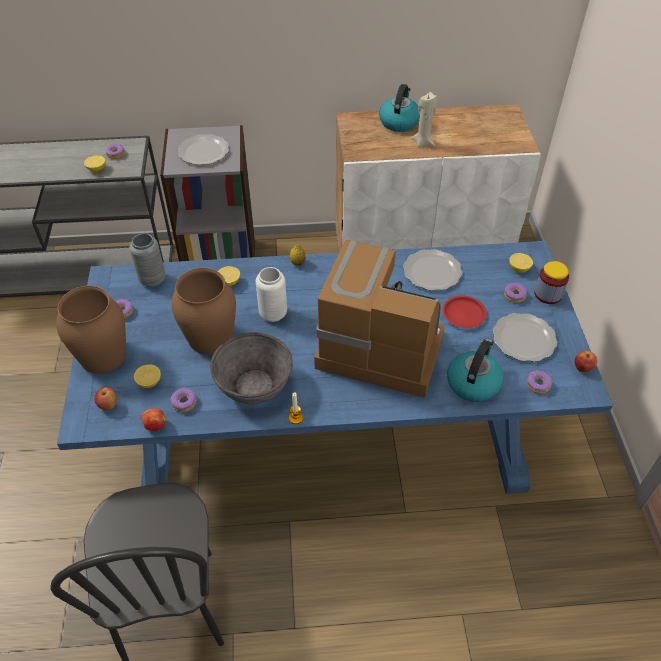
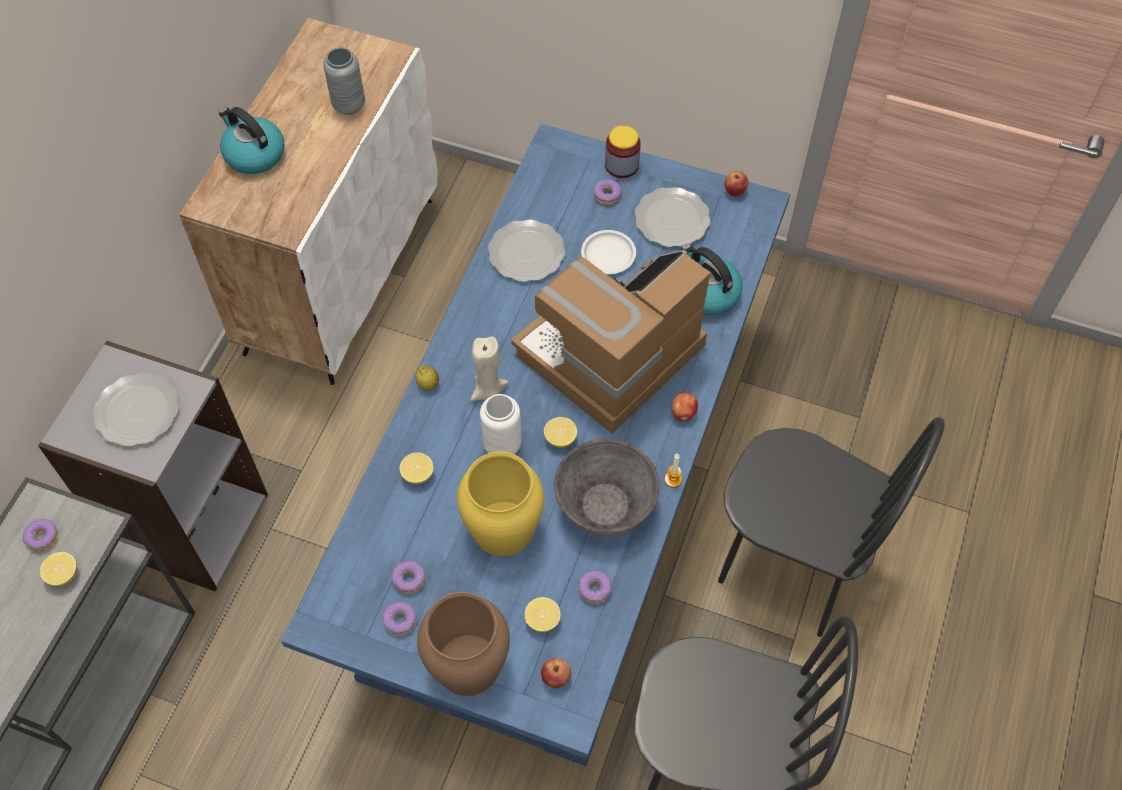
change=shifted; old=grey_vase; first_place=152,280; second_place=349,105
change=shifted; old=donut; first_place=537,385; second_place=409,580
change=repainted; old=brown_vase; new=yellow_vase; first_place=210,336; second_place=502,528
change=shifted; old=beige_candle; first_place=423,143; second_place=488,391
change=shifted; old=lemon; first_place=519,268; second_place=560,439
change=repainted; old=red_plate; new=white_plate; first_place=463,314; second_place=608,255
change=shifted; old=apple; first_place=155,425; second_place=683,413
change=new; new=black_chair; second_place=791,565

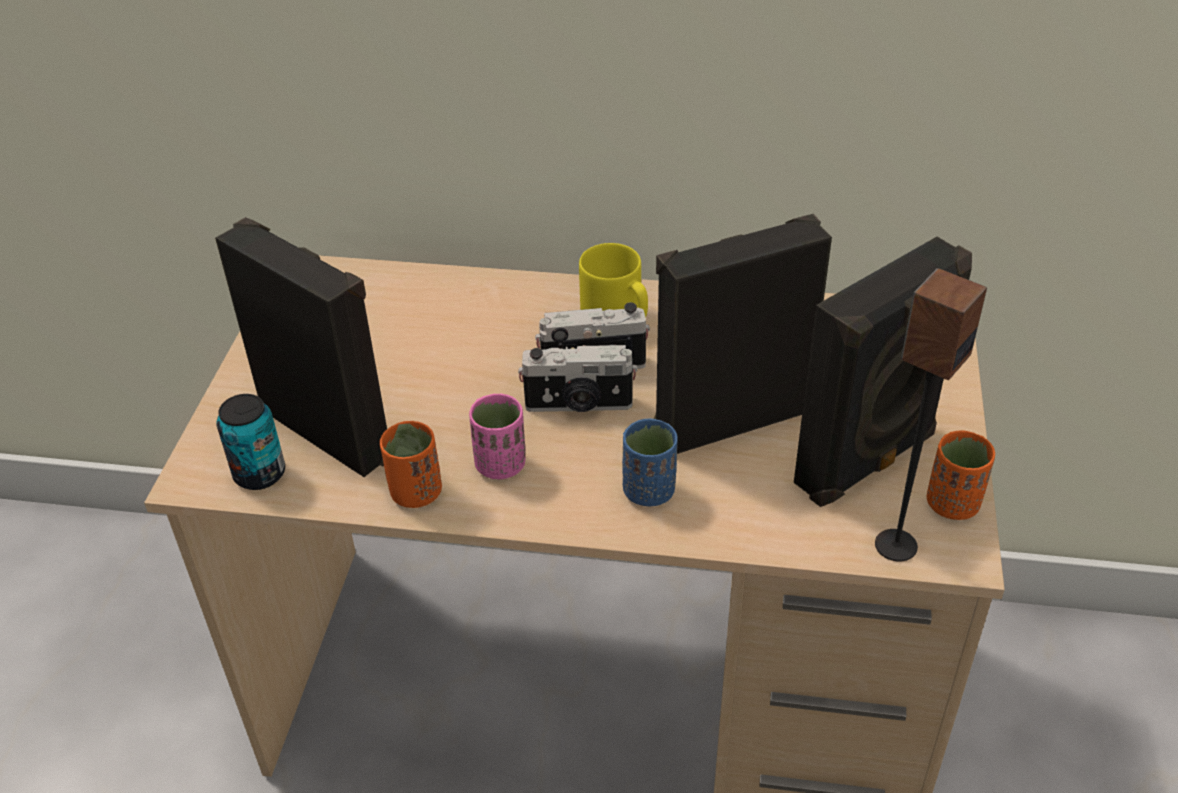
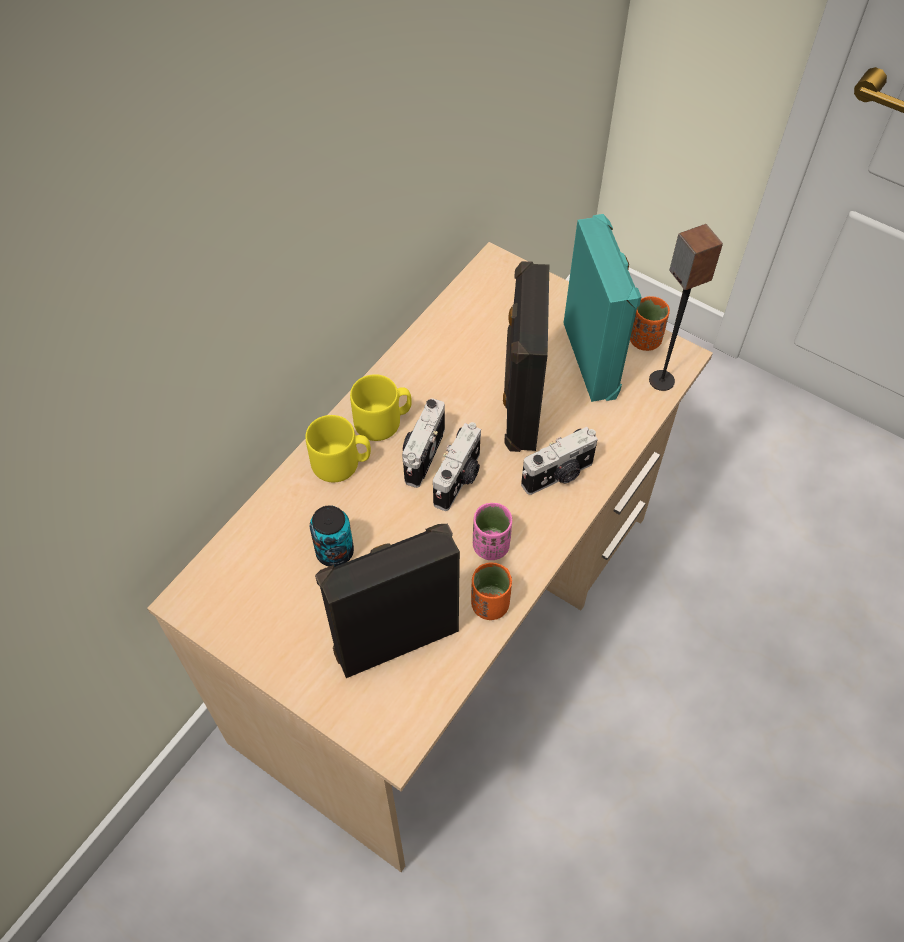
change=new; new=yellow_mug; second_place=341,463
change=shifted; old=can; first_place=259,474; second_place=335,552
change=swapped; old=blue_cup; new=photo_camera; first_place=649,491; second_place=559,475
change=repainted; old=black_speaker; new=turquoise_speaker; first_place=868,461; second_place=593,359

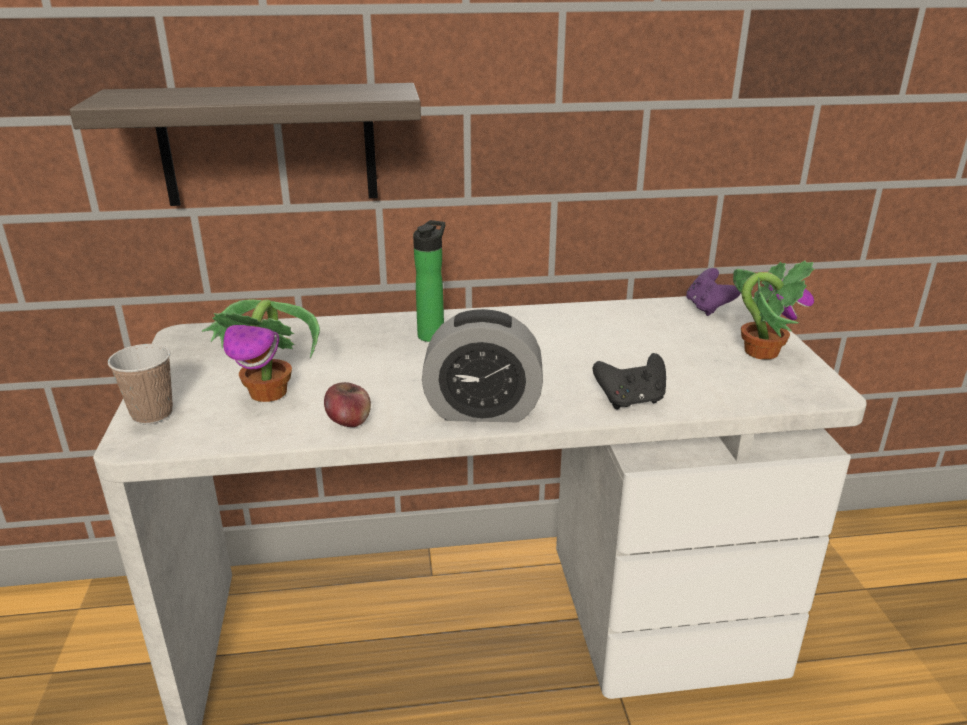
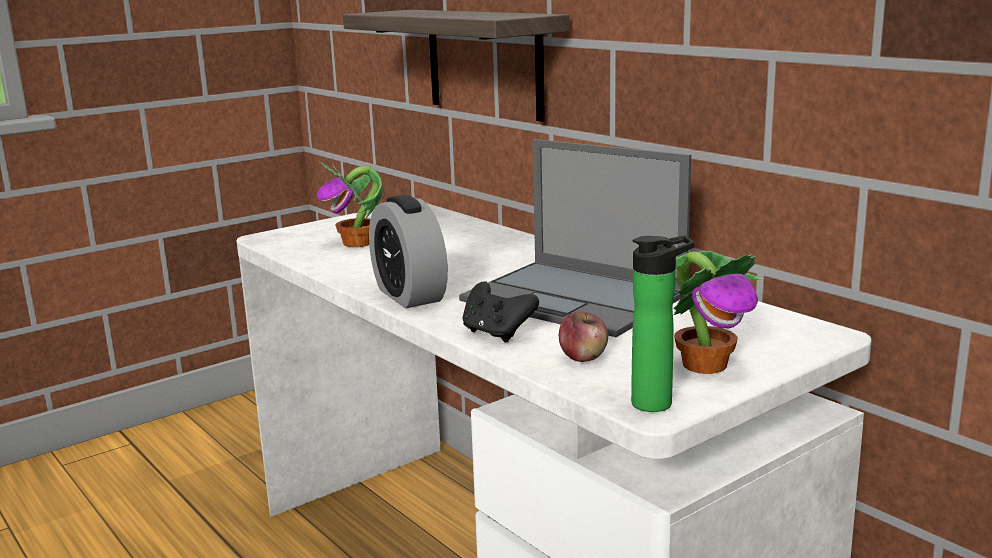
change=new; new=laptop; second_place=576,298
change=shifted; old=apple; first_place=349,421; second_place=583,357
change=shifted; old=bottle; first_place=432,334; second_place=658,403
change=gone; old=cup; first_place=152,414
change=gone; old=purple_game_controller; first_place=708,308

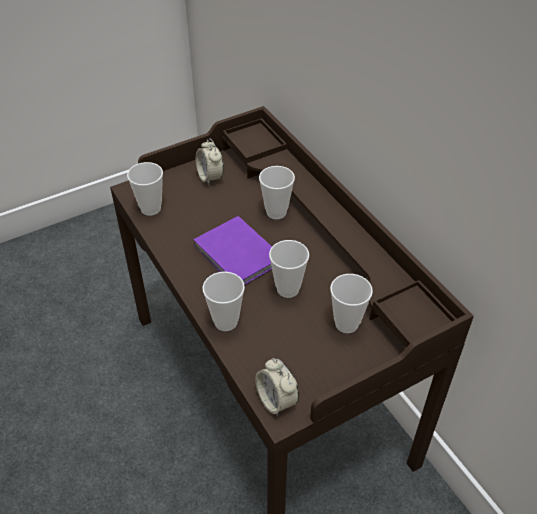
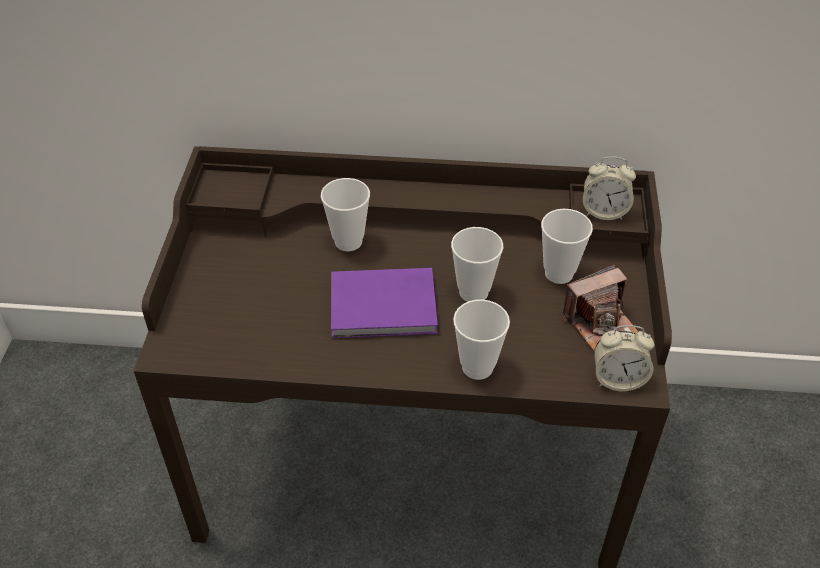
change=new; new=photo_camera; second_place=601,325
change=shifted; old=alarm_clock; first_place=210,177; second_place=604,211
change=gone; old=cup; first_place=150,208

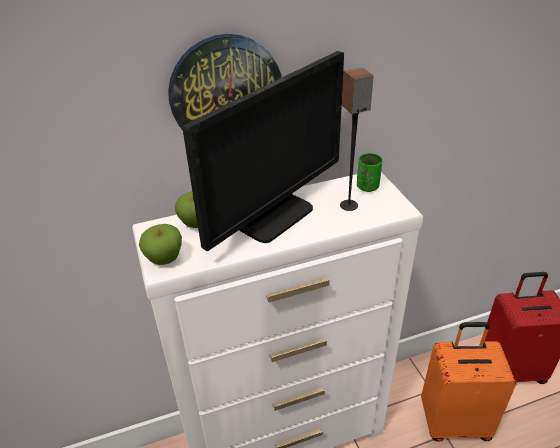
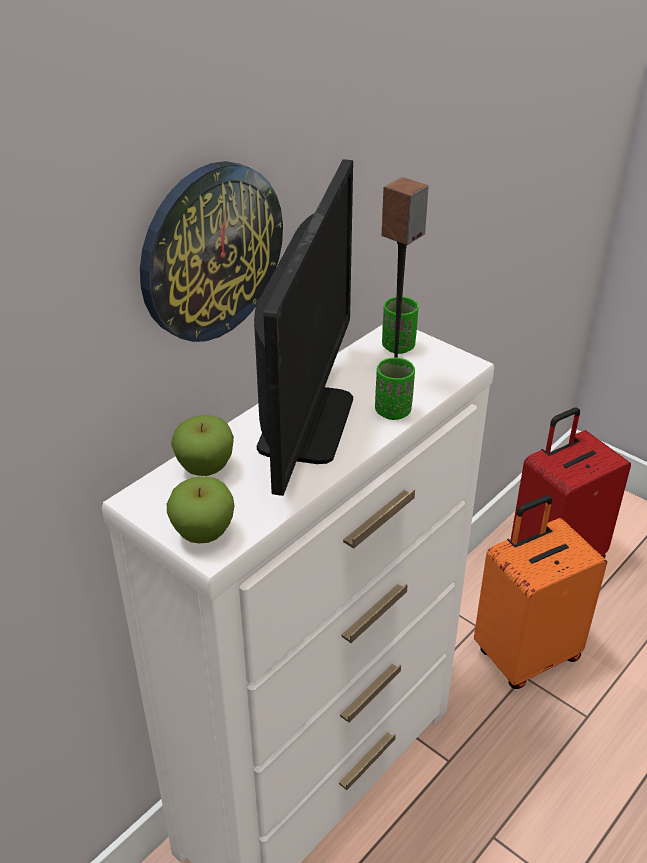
change=new; new=green_cup; second_place=393,411

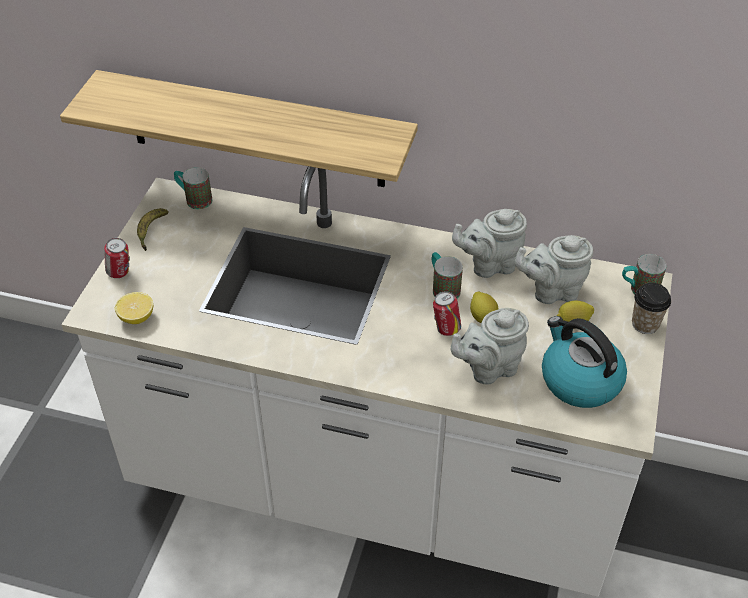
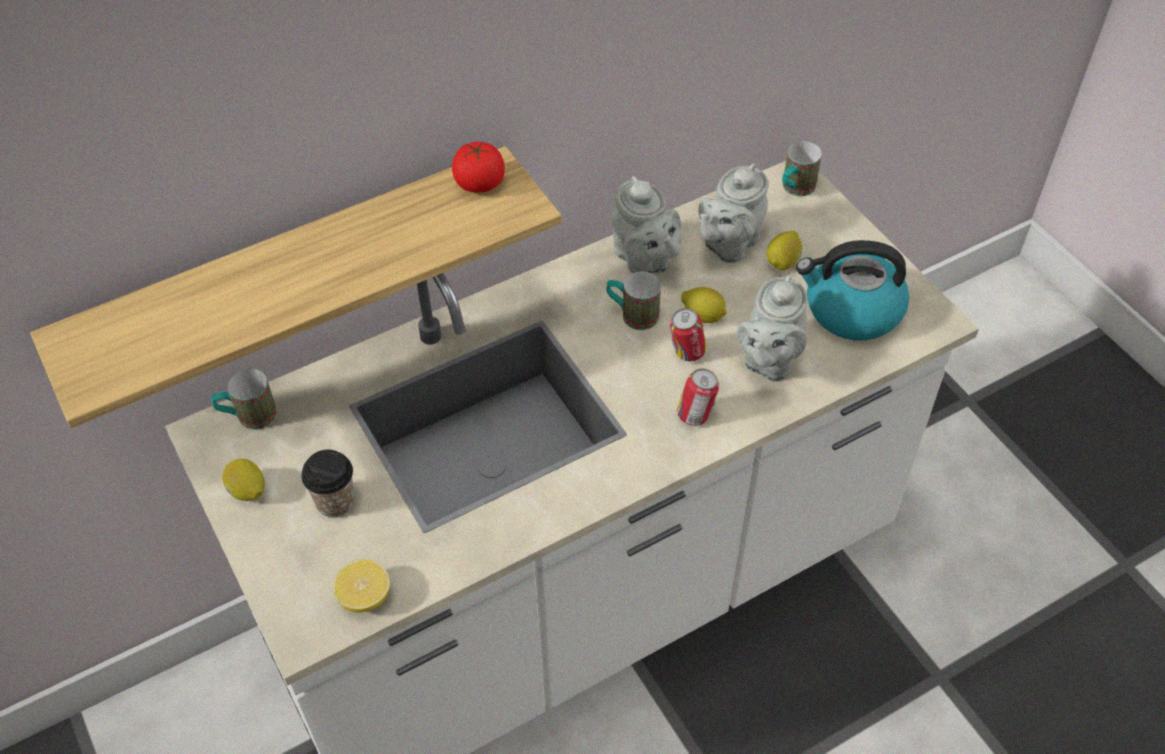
change=swapped; old=banana; new=lemon; first_place=151,232; second_place=247,491
change=shifted; old=cup; first_place=645,324; second_place=335,502
change=new; new=tomato; second_place=479,183
change=rotated; old=grey_teapot; first_place=489,265; second_place=645,260; degrees=-60
change=shifted; old=can; first_place=120,273; second_place=696,415

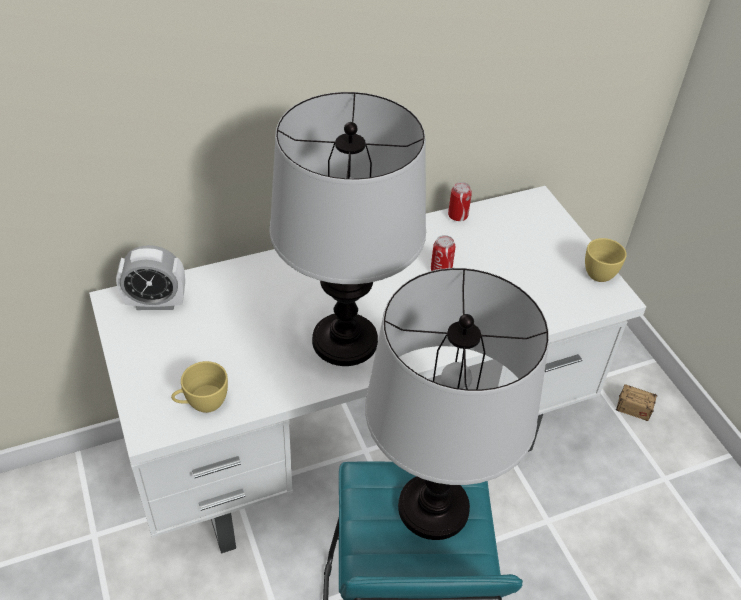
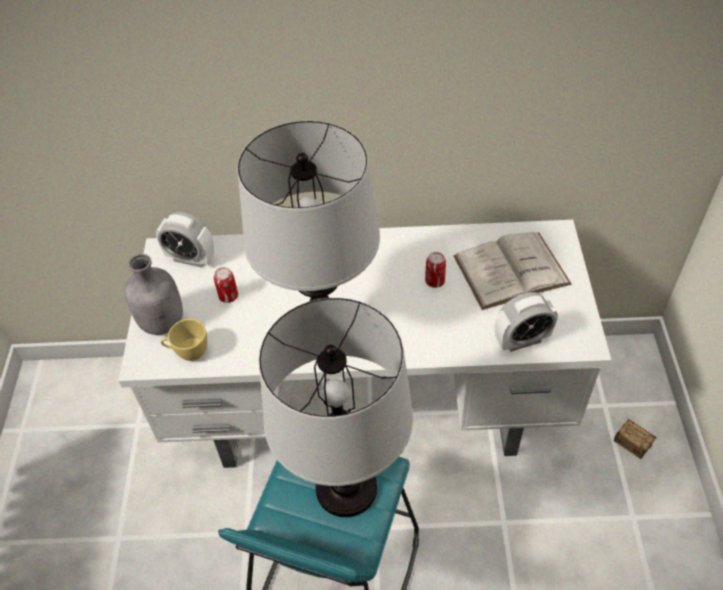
change=new; new=grey_bottle; second_place=163,322
change=shifted; old=can; first_place=457,216; second_place=228,296
change=new; new=white_book; second_place=511,270
change=new; new=alarm_clock; second_place=521,340
change=gone; old=yellow_cup; first_place=599,271

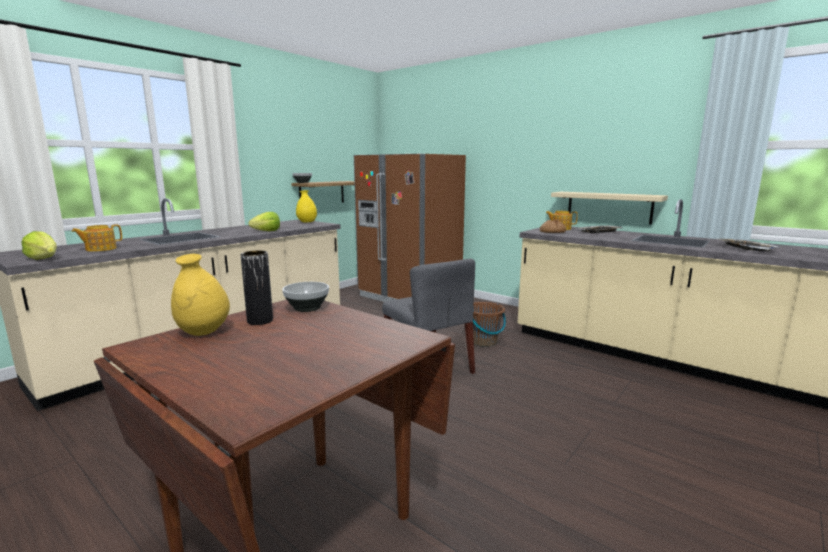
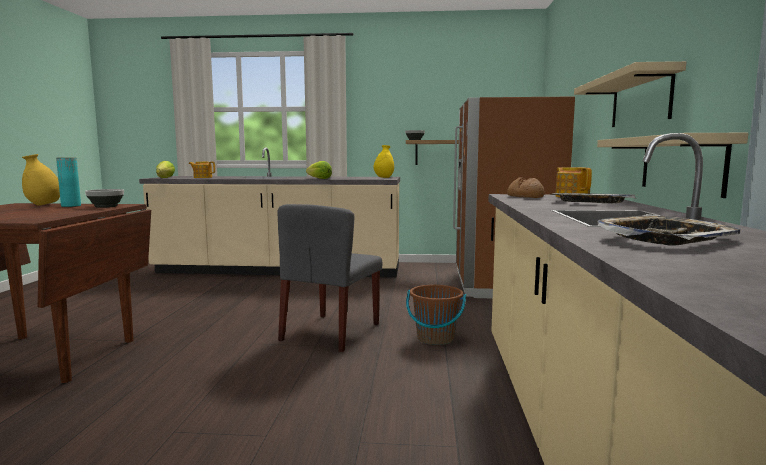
change=repainted; old=black_vase; new=turquoise_vase; first_place=260,321; second_place=71,206
change=new; new=beige_shelf; second_place=640,100

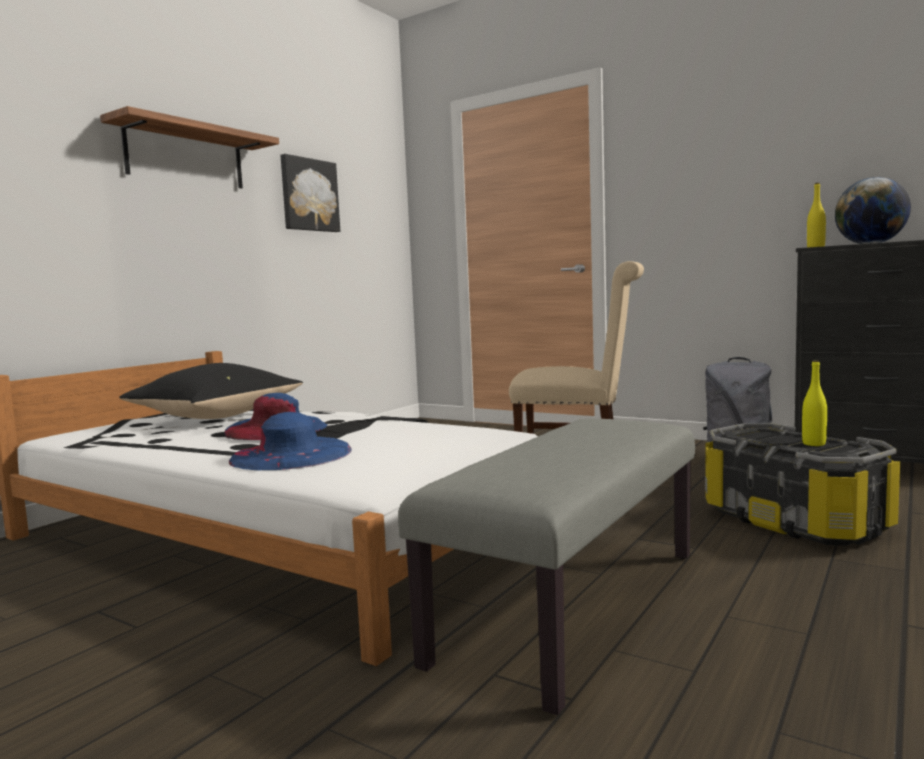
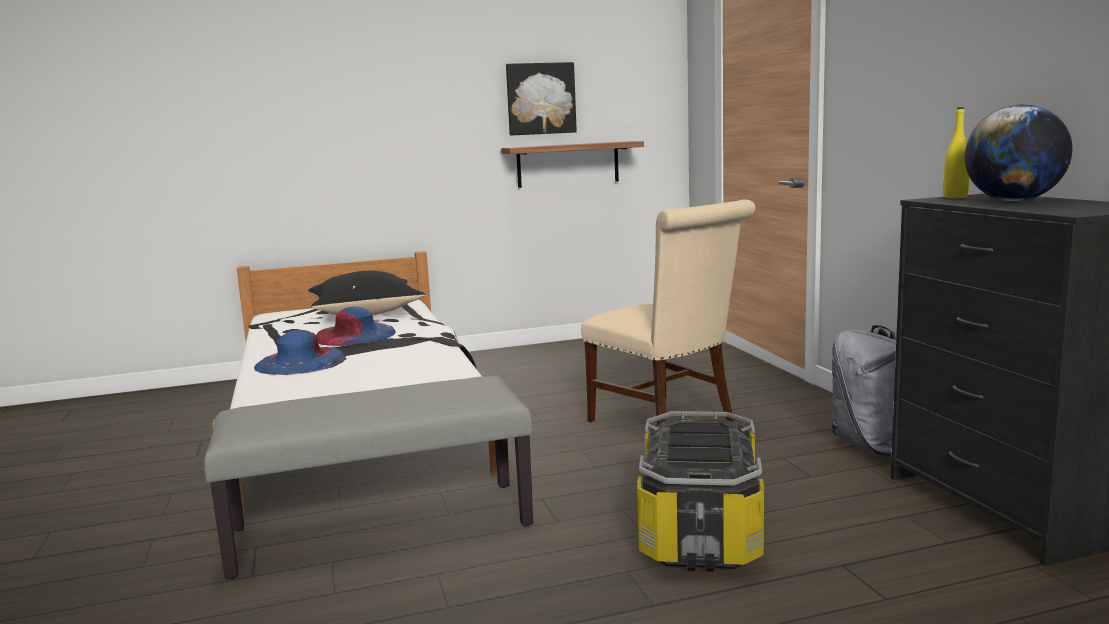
change=shifted; old=shelf; first_place=185,156; second_place=568,164
change=gone; old=yellow_bottle; first_place=814,444

